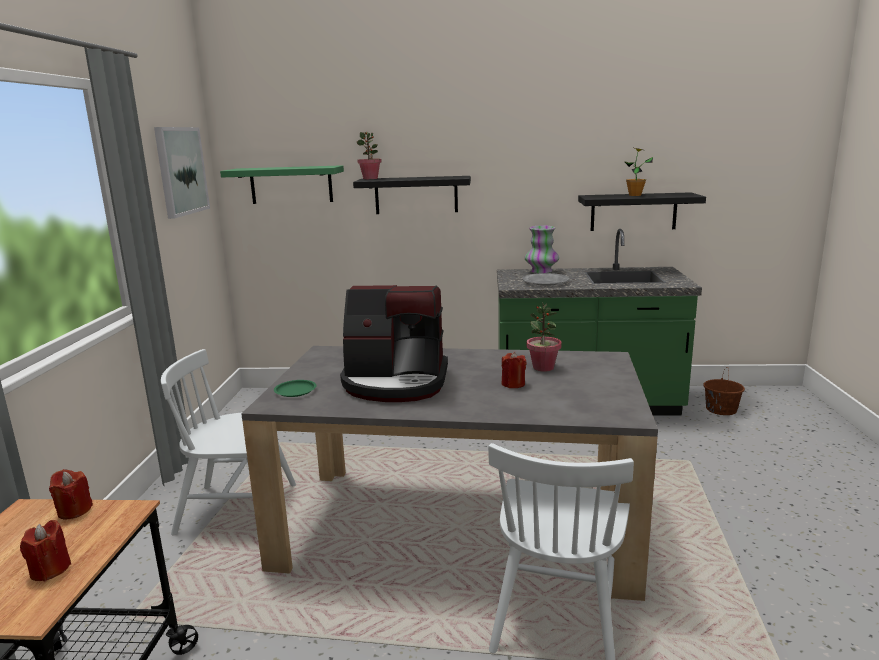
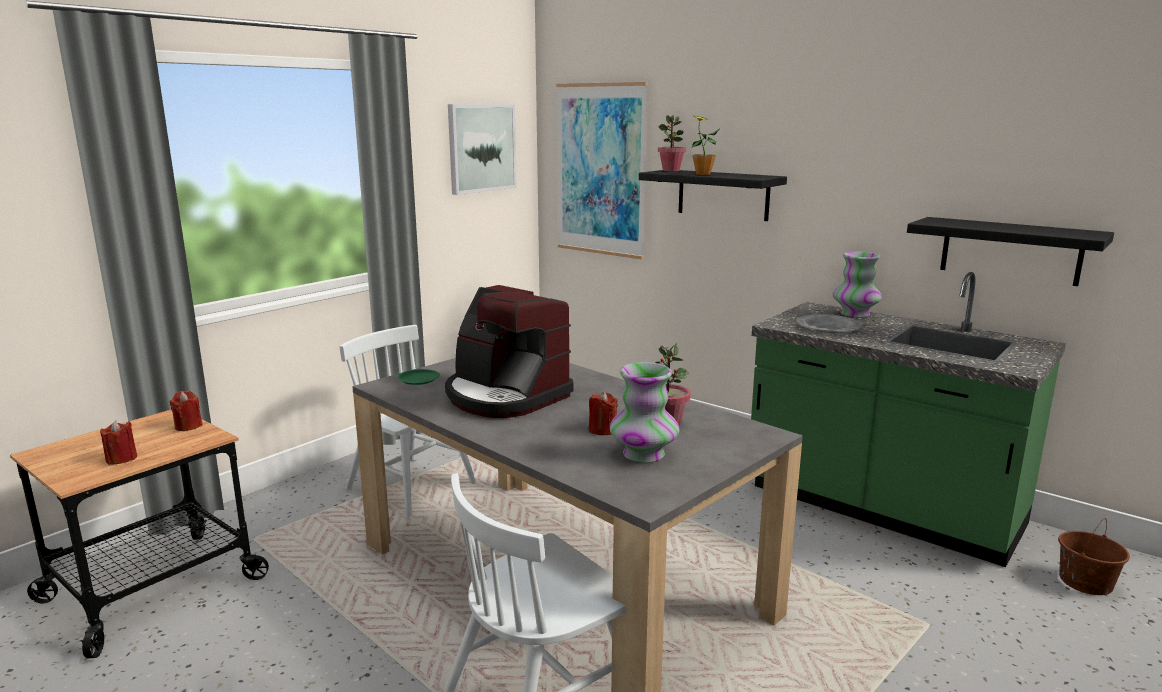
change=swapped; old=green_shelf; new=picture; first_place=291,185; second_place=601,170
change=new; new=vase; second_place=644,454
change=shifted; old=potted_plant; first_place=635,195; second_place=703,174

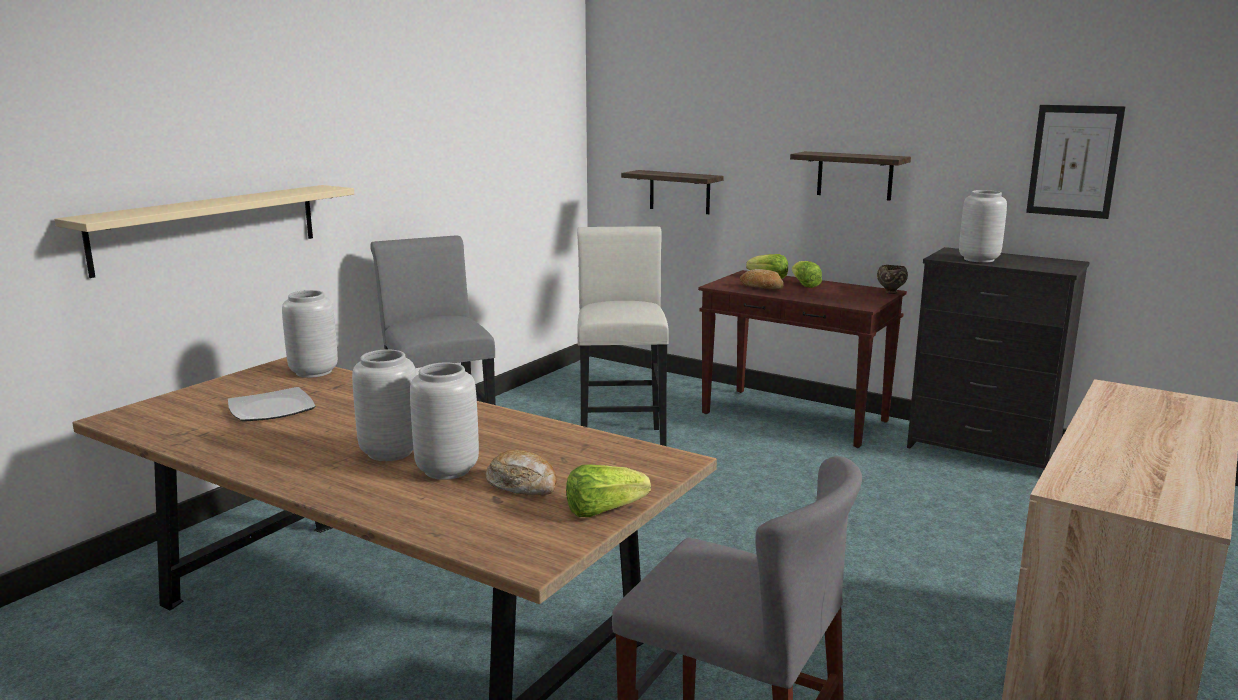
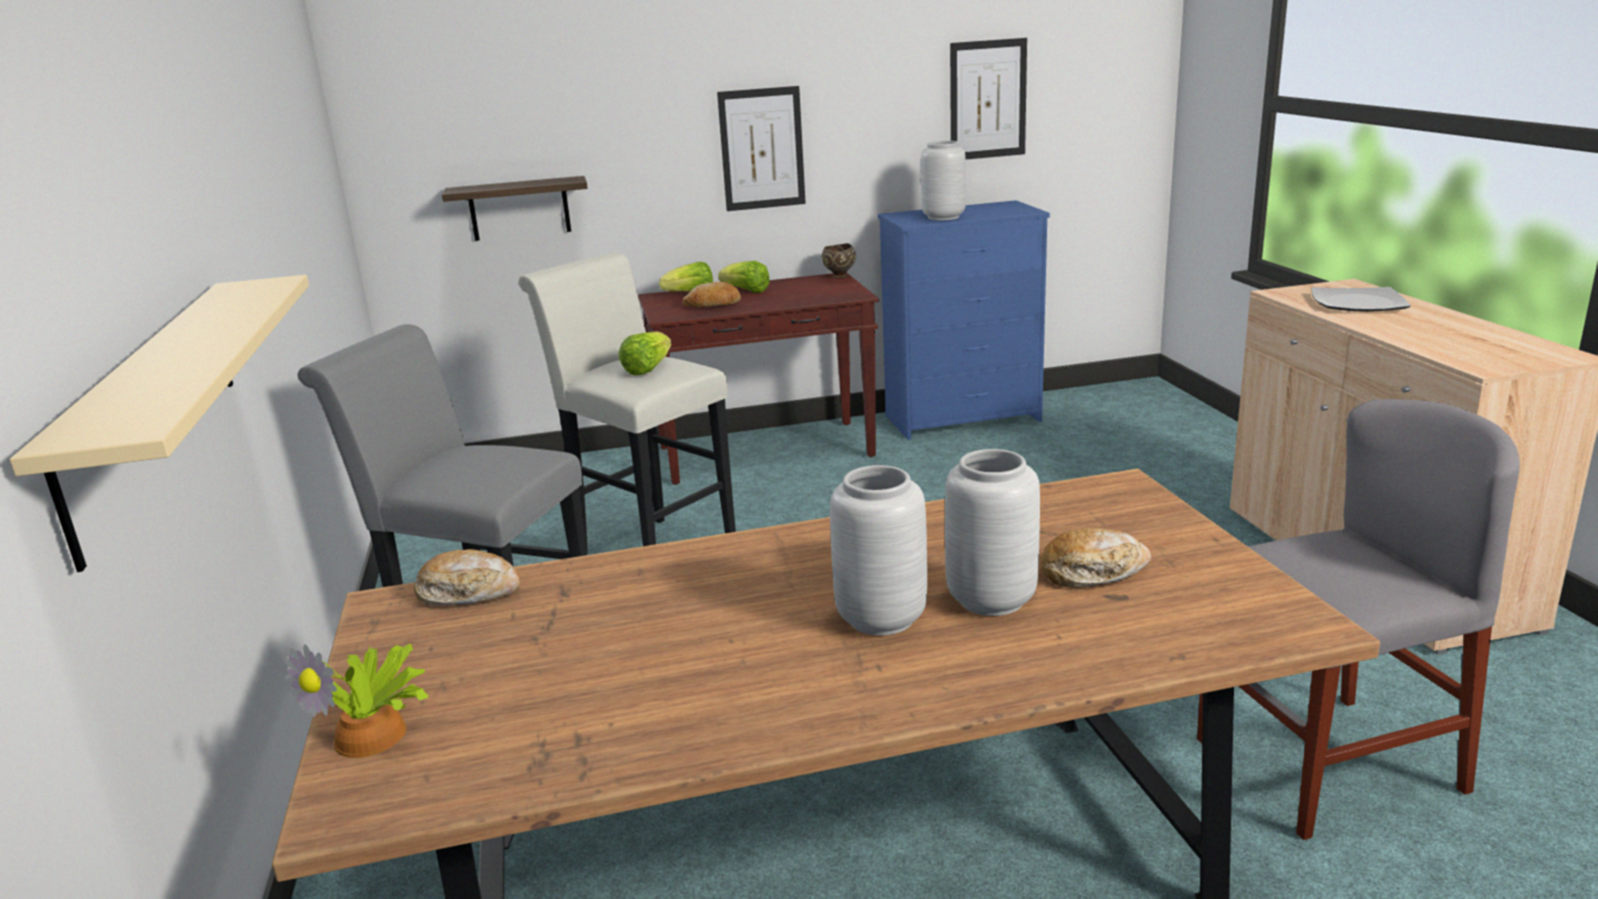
change=new; new=potted_plant; second_place=375,734
change=swapped; old=grey_vase; new=bread; first_place=314,372; second_place=469,592
change=shifted; old=lettuce; first_place=603,511; second_place=647,369
change=swapped; old=shelf; new=picture; first_place=854,175; second_place=762,149
change=repainted; old=black_dresser; new=blue_dresser; first_place=983,451; second_place=964,418
change=shifted; old=plate; first_place=270,409; second_place=1357,303

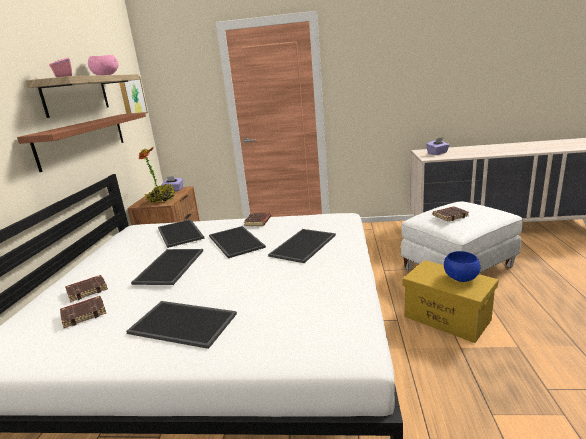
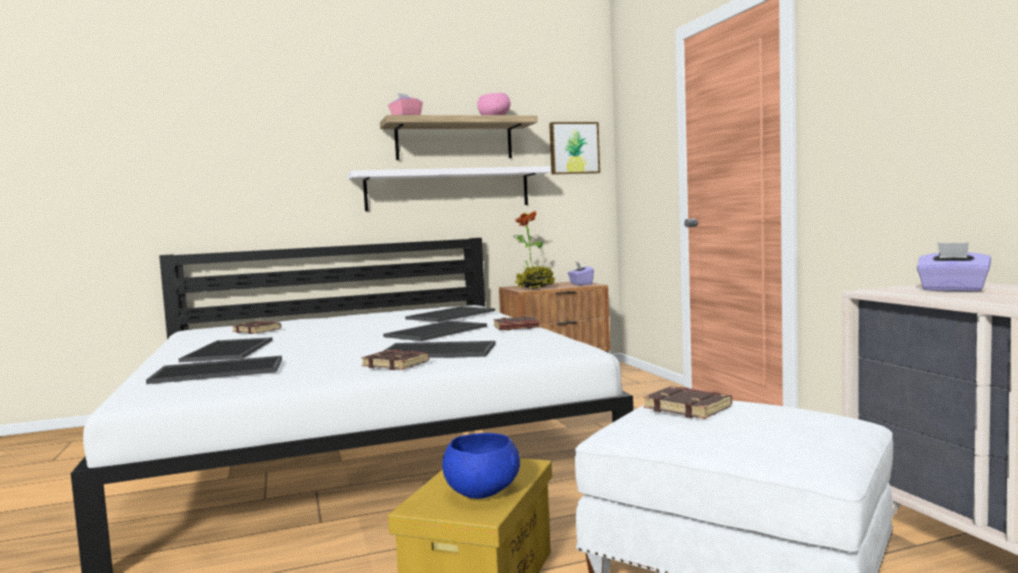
change=shifted; old=tray; first_place=170,267; second_place=217,371
change=repainted; old=brown_shelf; new=white_shelf; first_place=83,139; second_place=448,189
change=shifted; old=brown_book; first_place=87,290; second_place=397,364

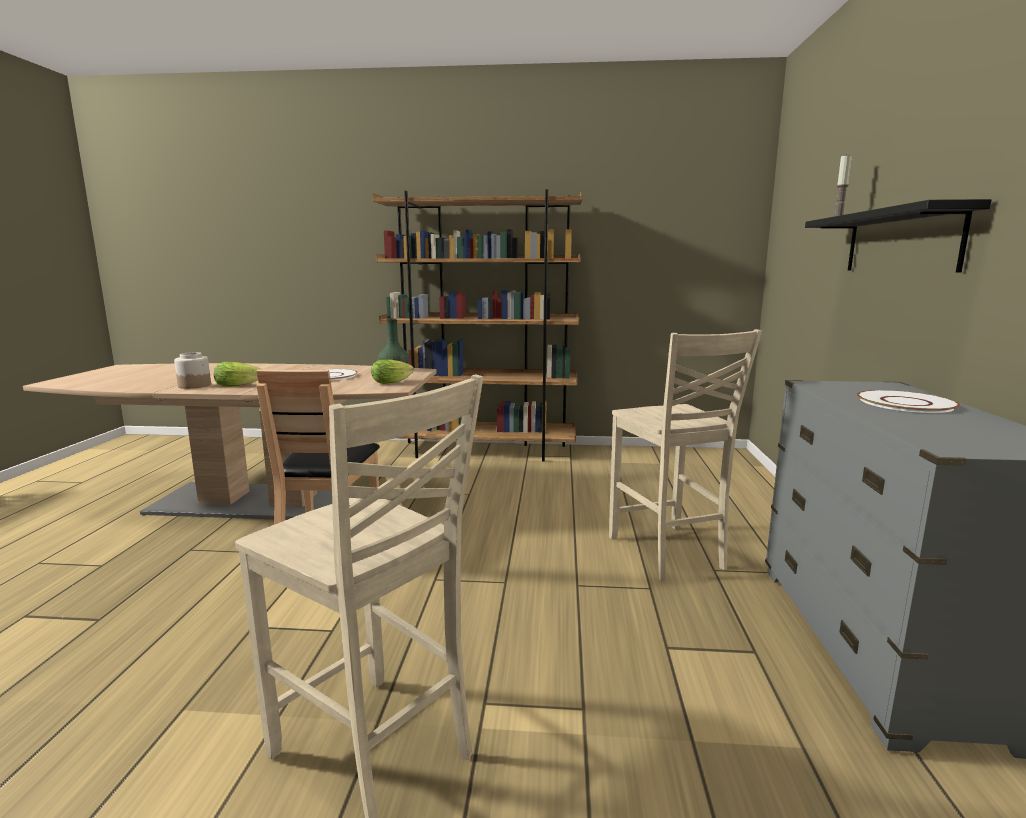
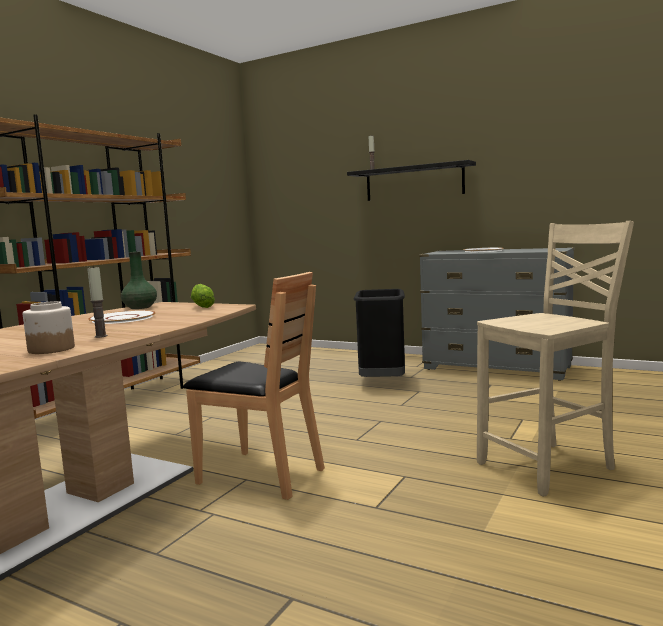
change=swapped; old=lettuce; new=candle; first_place=241,385; second_place=101,336
change=swapped; old=beige_chair; new=black_trash_can; first_place=667,553; second_place=383,382

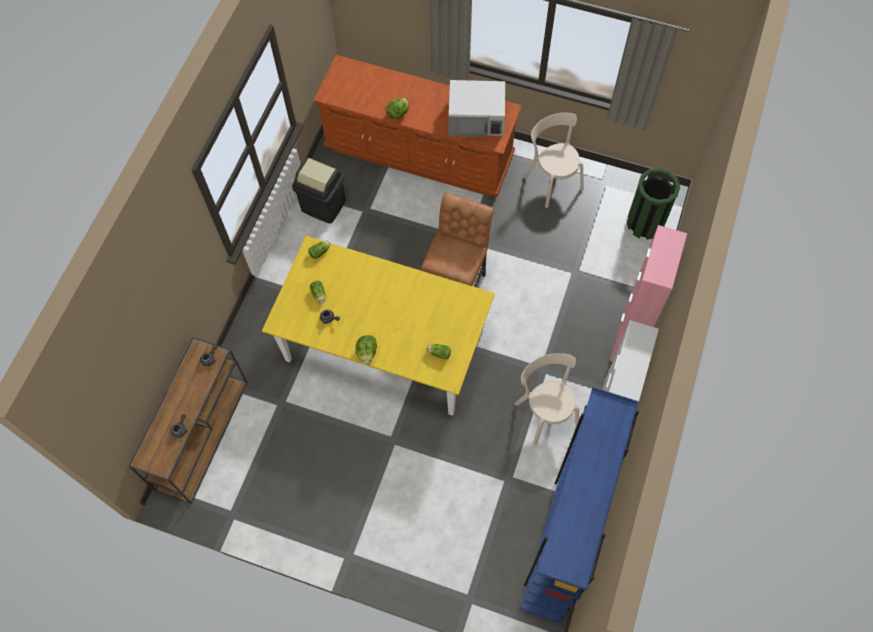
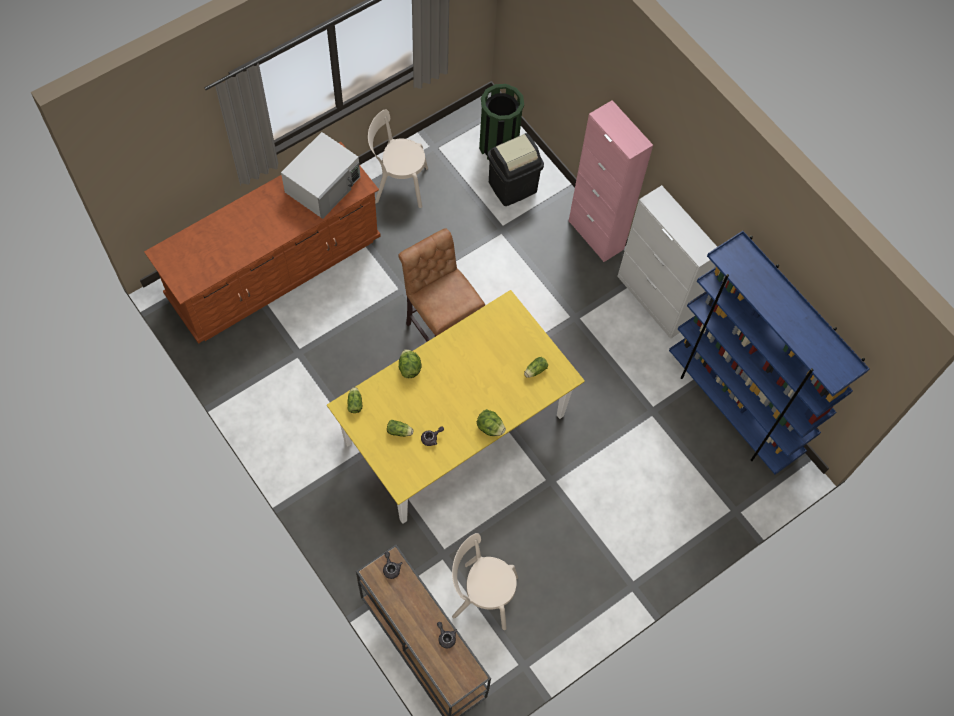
change=shifted; old=lettuce; first_place=398,113; second_place=409,368
change=shifted; old=beige_chair; first_place=545,412; second_place=481,595
change=shifted; old=black_trash_can; first_place=323,205; second_place=512,186

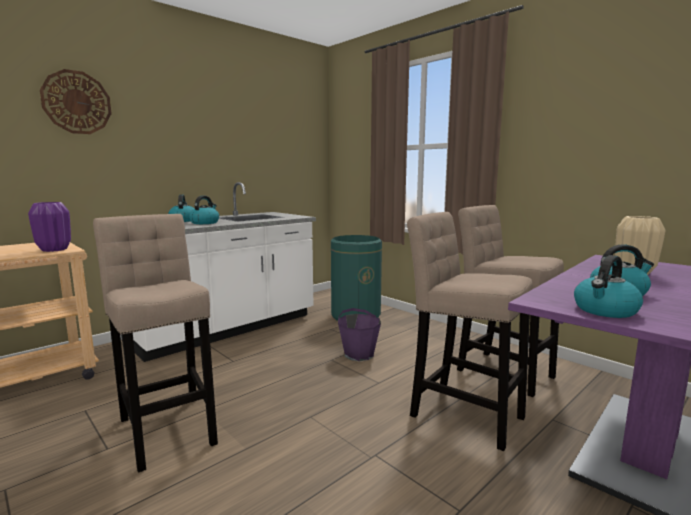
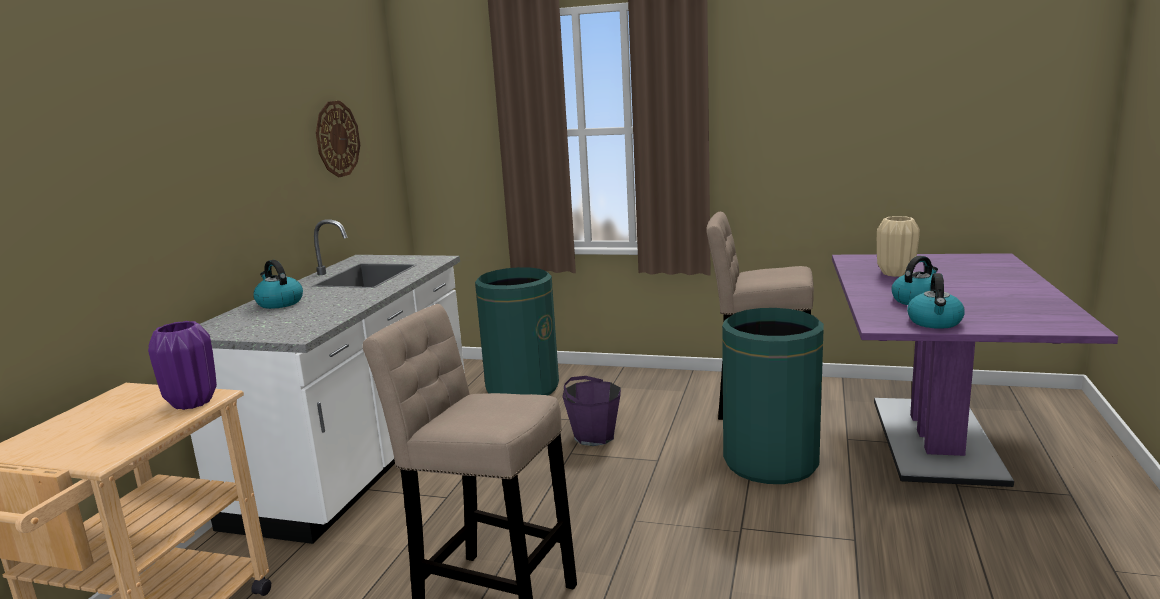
change=shifted; old=wall_clock; first_place=77,102; second_place=337,139
change=swapped; old=beige_stool; new=green_trash_can; first_place=461,413; second_place=770,462
change=gone; old=kettle; first_place=205,222

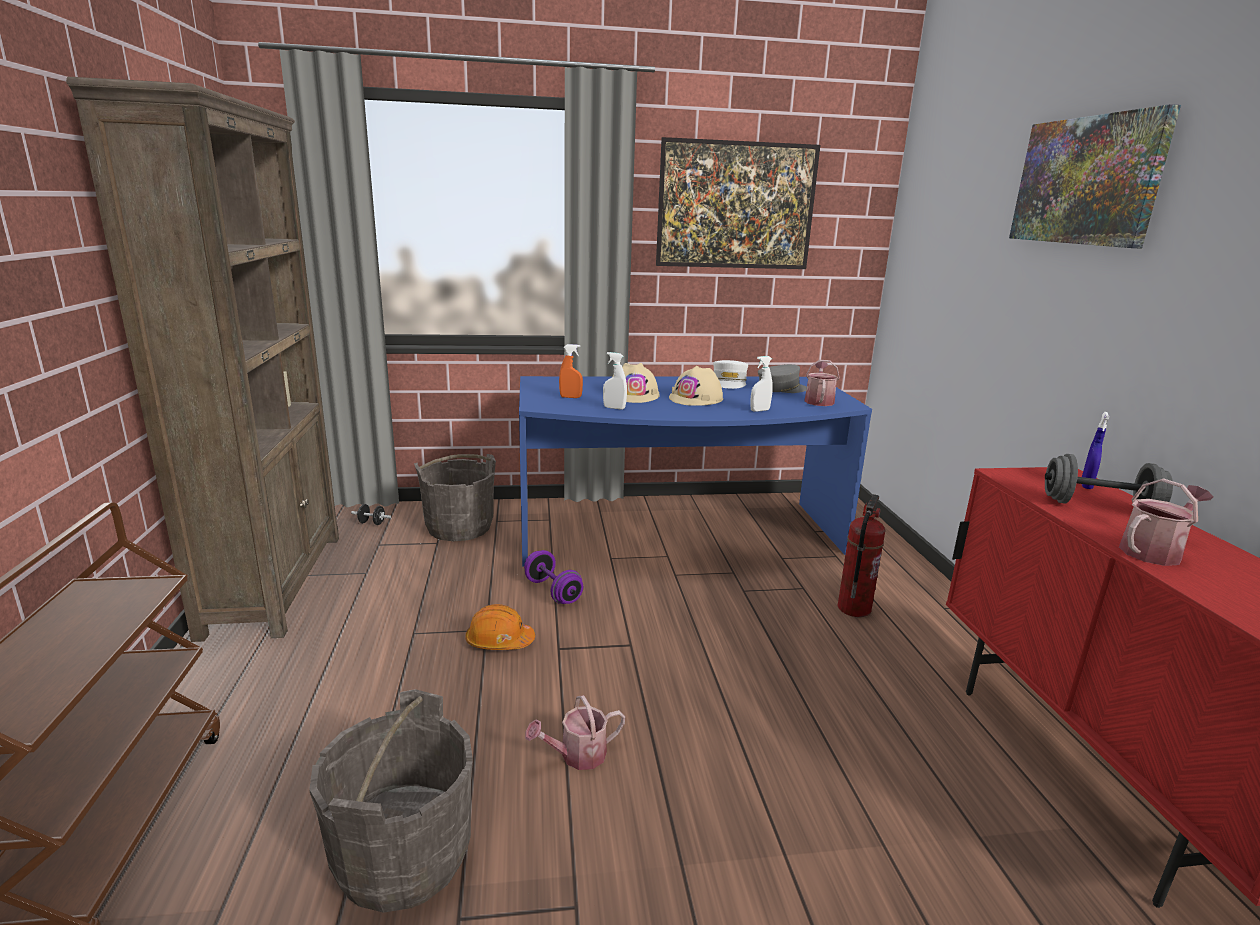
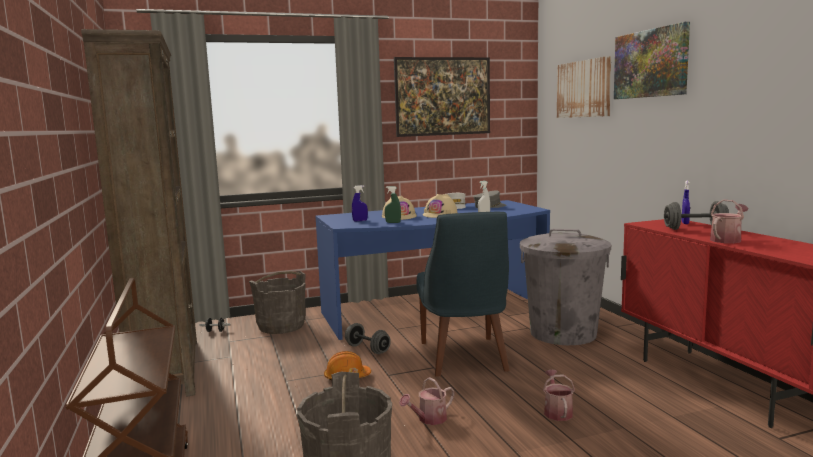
change=repainted; old=purple_dumbbell; new=grey_dumbbell; first_place=553,591; second_place=367,349
change=repainted; old=orange_spray_bottle; new=blue_spray_bottle; first_place=570,397; second_place=360,221
change=repainted; old=white_spray_bottle; new=green_spray_bottle; first_place=614,408; second_place=393,222
change=new; new=blue_chair; second_place=464,358
change=swapped; old=fire_extinguisher; new=grey_trash_can; first_place=853,608; second_place=562,333
change=shifted; old=watering_can; first_place=819,401; second_place=557,411
change=new; new=picture; second_place=584,89

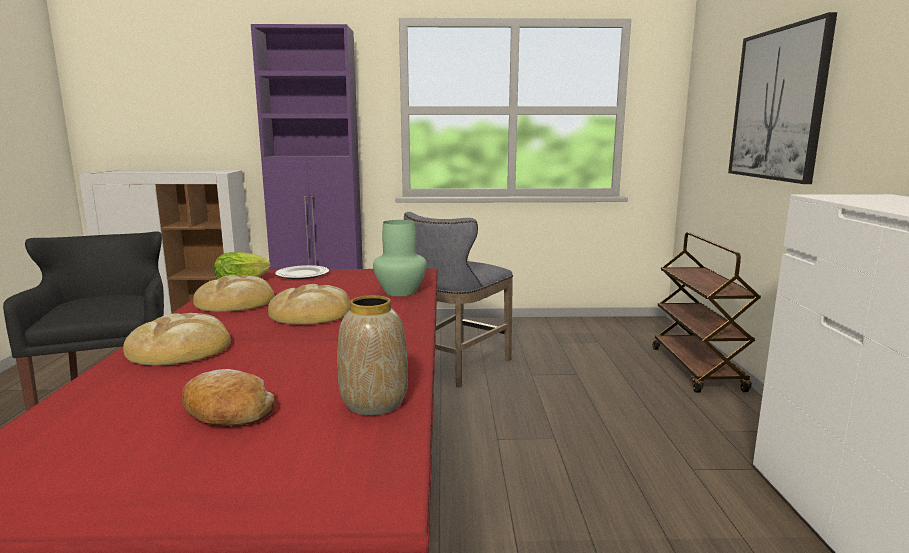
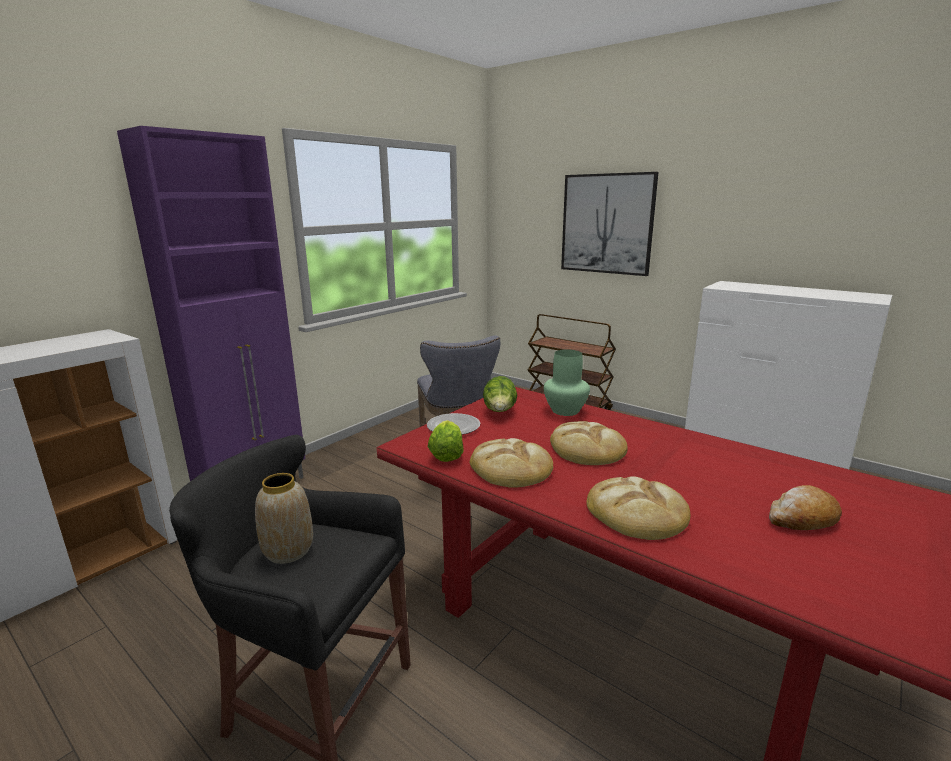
change=shifted; old=vase; first_place=373,403; second_place=288,551
change=new; new=lettuce; second_place=500,412

